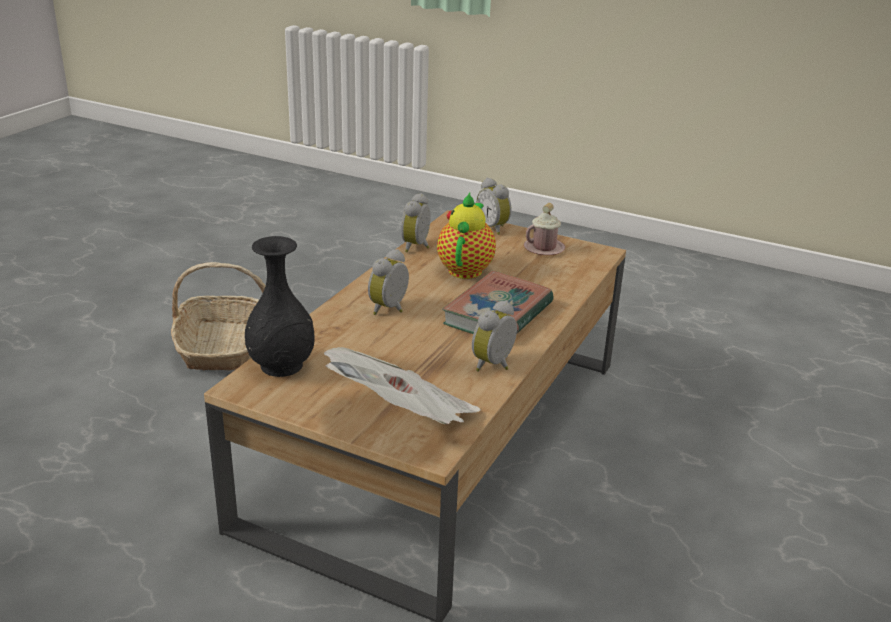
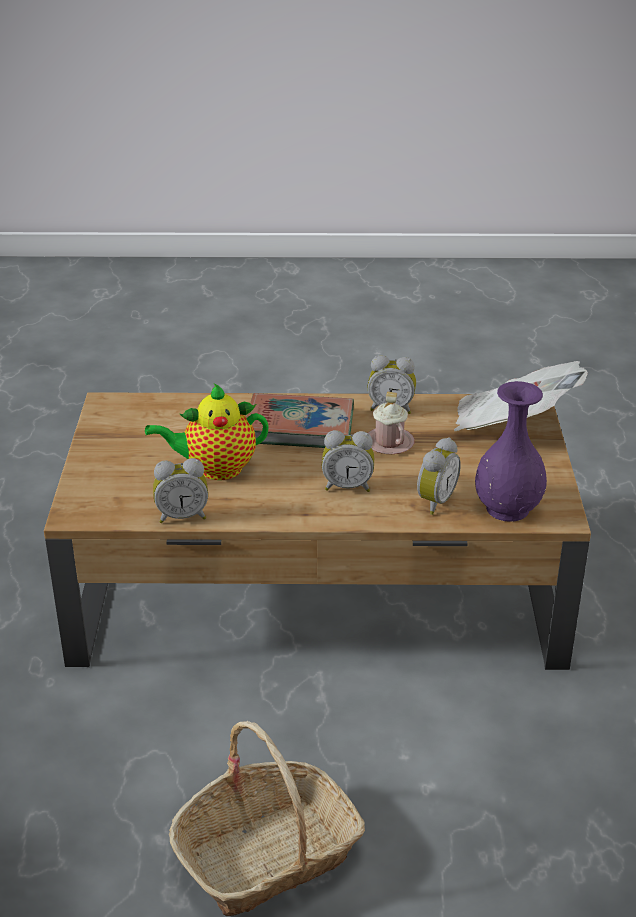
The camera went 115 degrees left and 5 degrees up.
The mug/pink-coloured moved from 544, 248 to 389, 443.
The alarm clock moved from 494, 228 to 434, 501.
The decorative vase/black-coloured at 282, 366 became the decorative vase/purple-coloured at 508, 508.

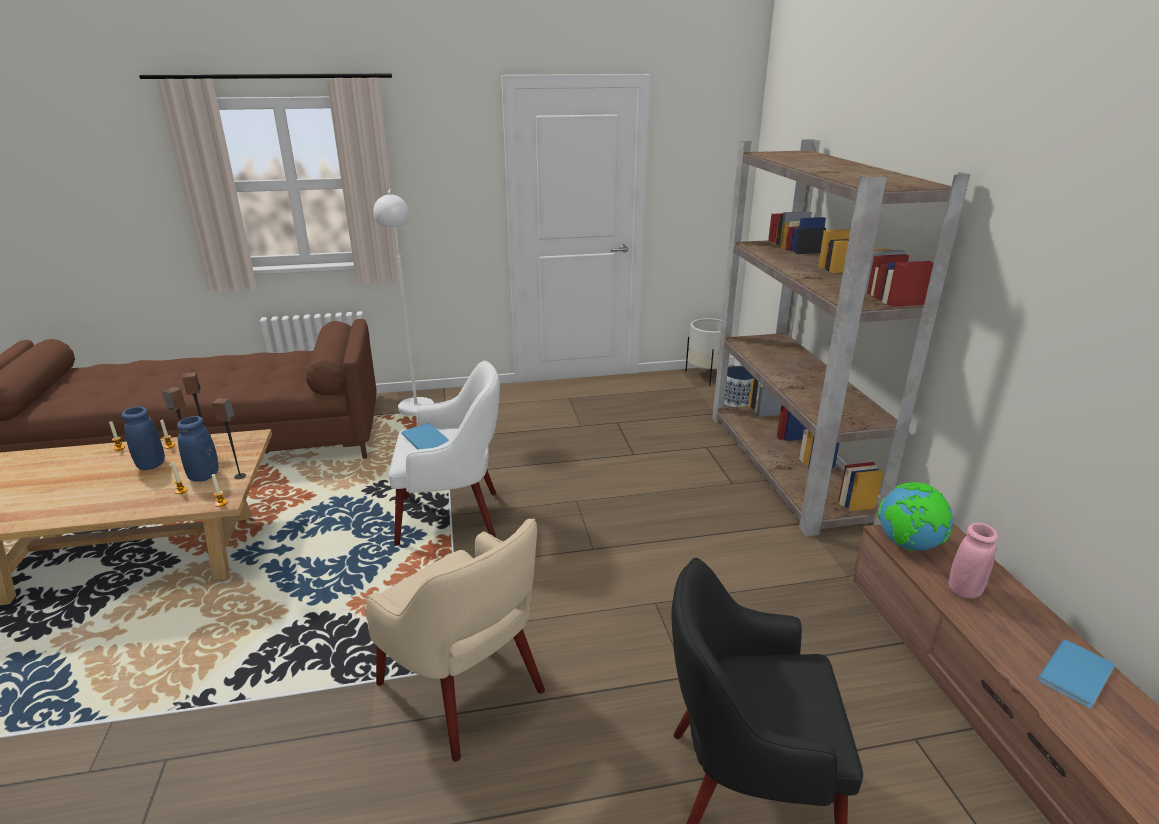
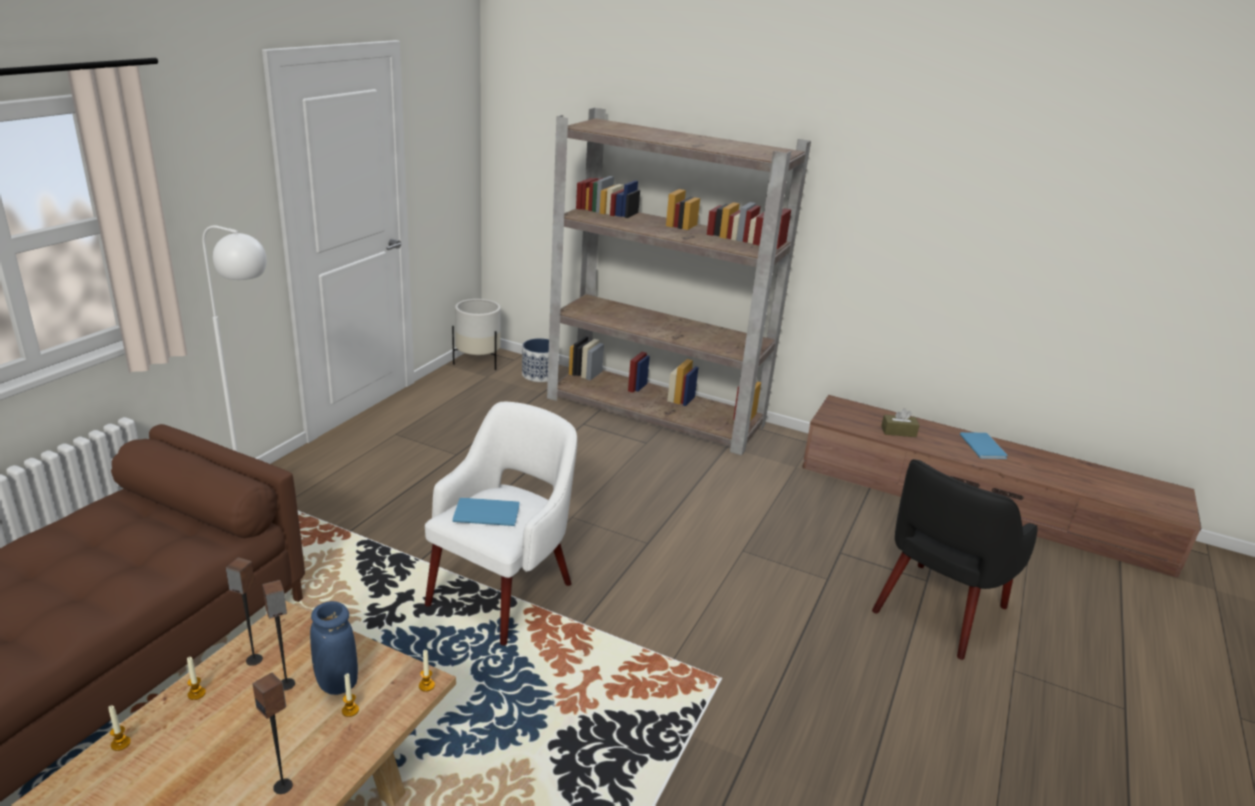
The camera went 55 degrees left and 0 degrees up.
The speaker moved from 240, 476 to 283, 786.
The decorative vase/pink-coloured at 964, 590 was replaced by the tissue holder/brown at 898, 432.
The decorative vase/blue-coloured at 151, 465 disappeared.
The easy chair/beige-coloured at 463, 689 disappeared.
The world globe at 908, 545 disappeared.

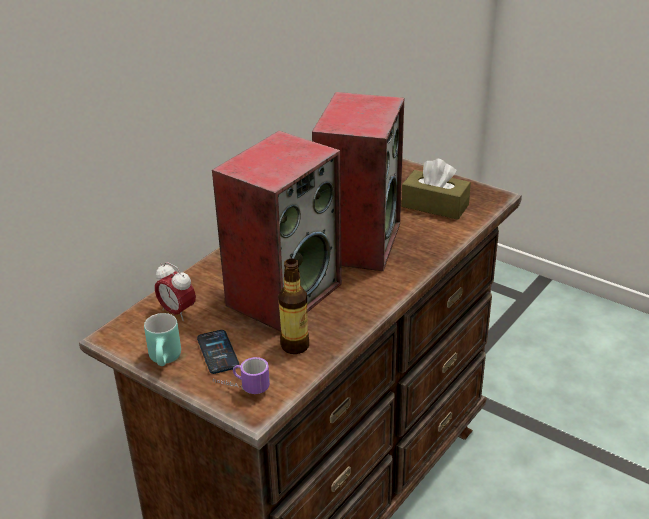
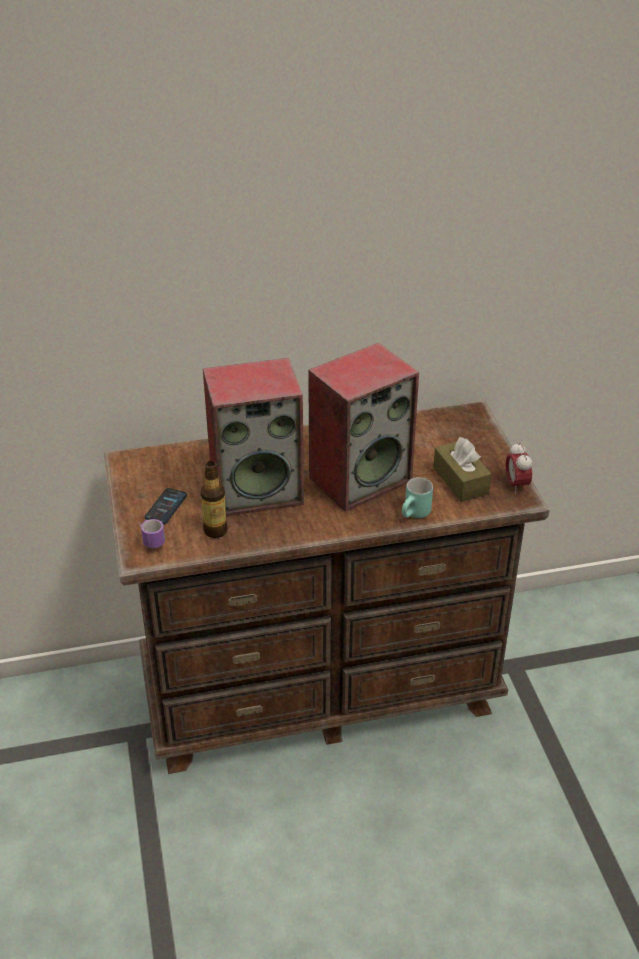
The camera went 40 degrees right and 5 degrees up.
The mug/turquoise moved from 167, 360 to 415, 515.
The alarm clock moved from 177, 312 to 516, 485.

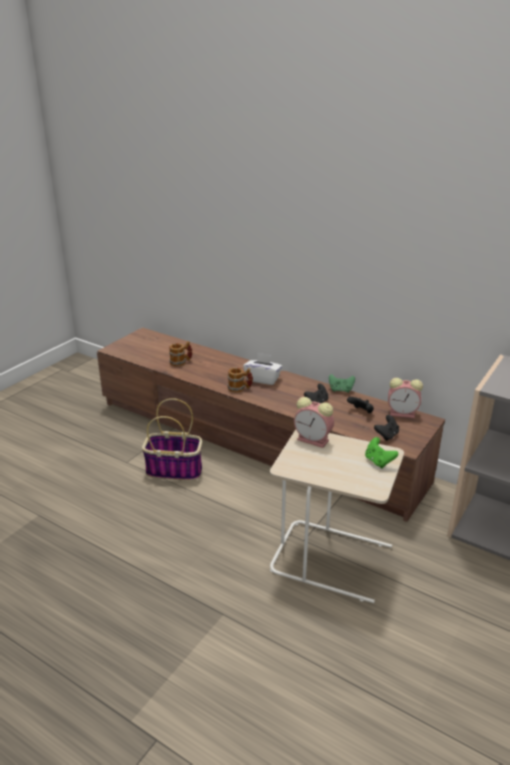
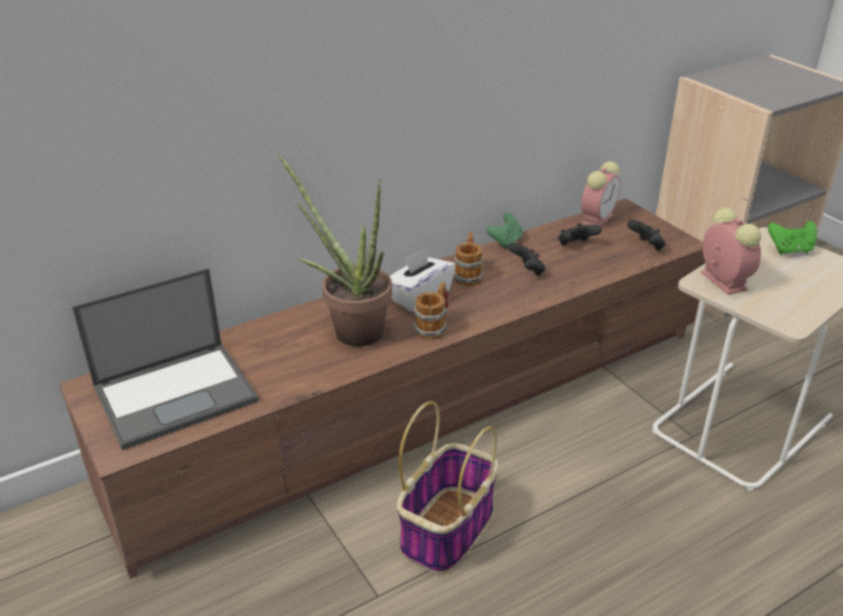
The camera went 65 degrees left and 5 degrees up.
The laptop at 177, 393 appeared.
The plant in a pot at 350, 329 appeared.
The mug moved from 181, 362 to 468, 275.
The alarm clock at 314, 440 turned 75 degrees counterclockwise.

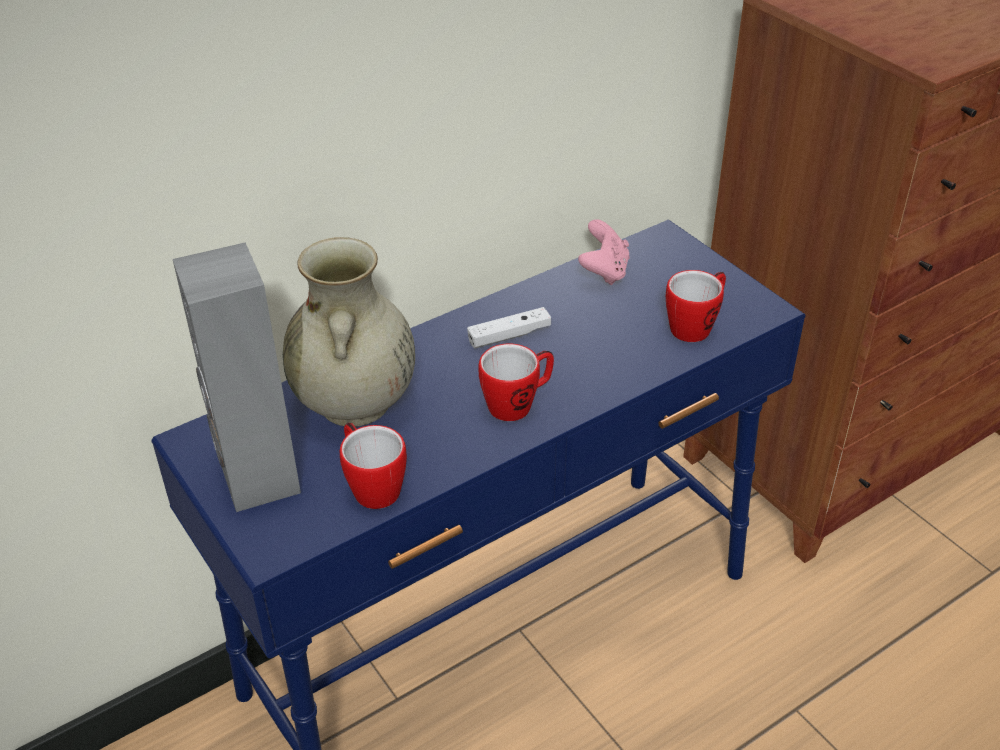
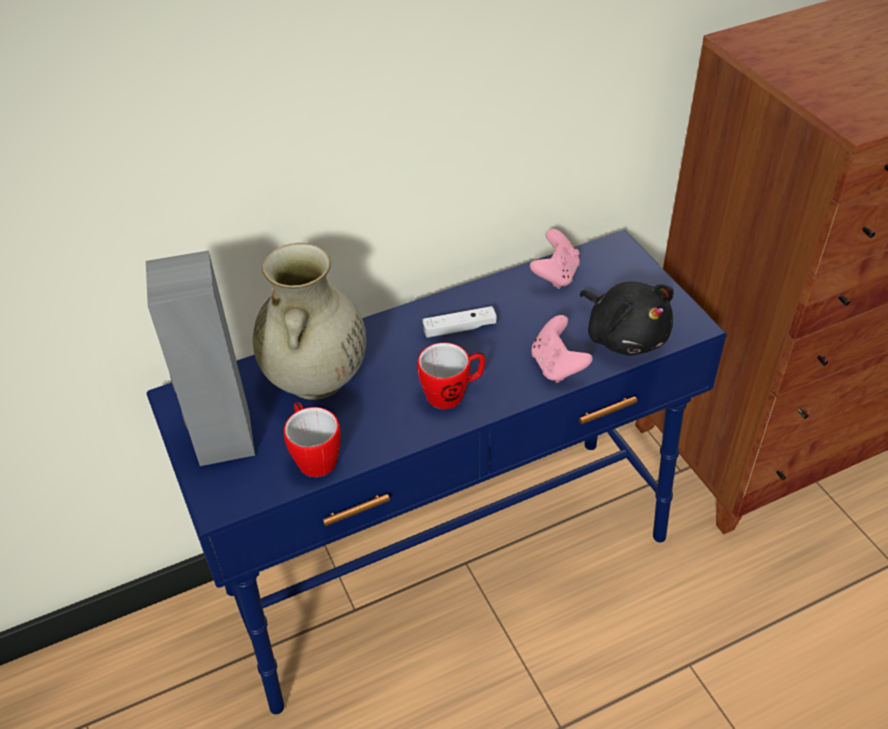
The camera went 10 degrees right and 5 degrees up.
The joypad/pink-coloured at 557, 366 appeared.
The mug at 696, 326 was replaced by the plush toy/black-coloured at 624, 335.

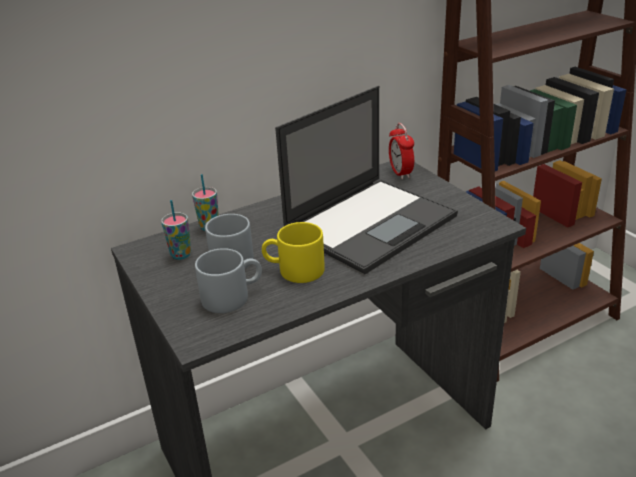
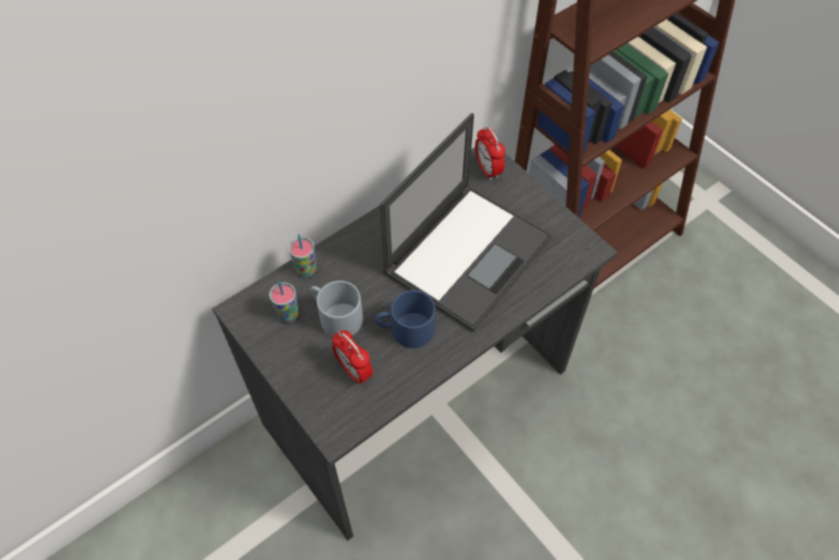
The camera went 10 degrees left and 25 degrees up.
The mug/gray at 232, 296 was replaced by the alarm clock at 354, 370.
The mug/yellow at 294, 270 became the mug/blue-coloured at 405, 330.

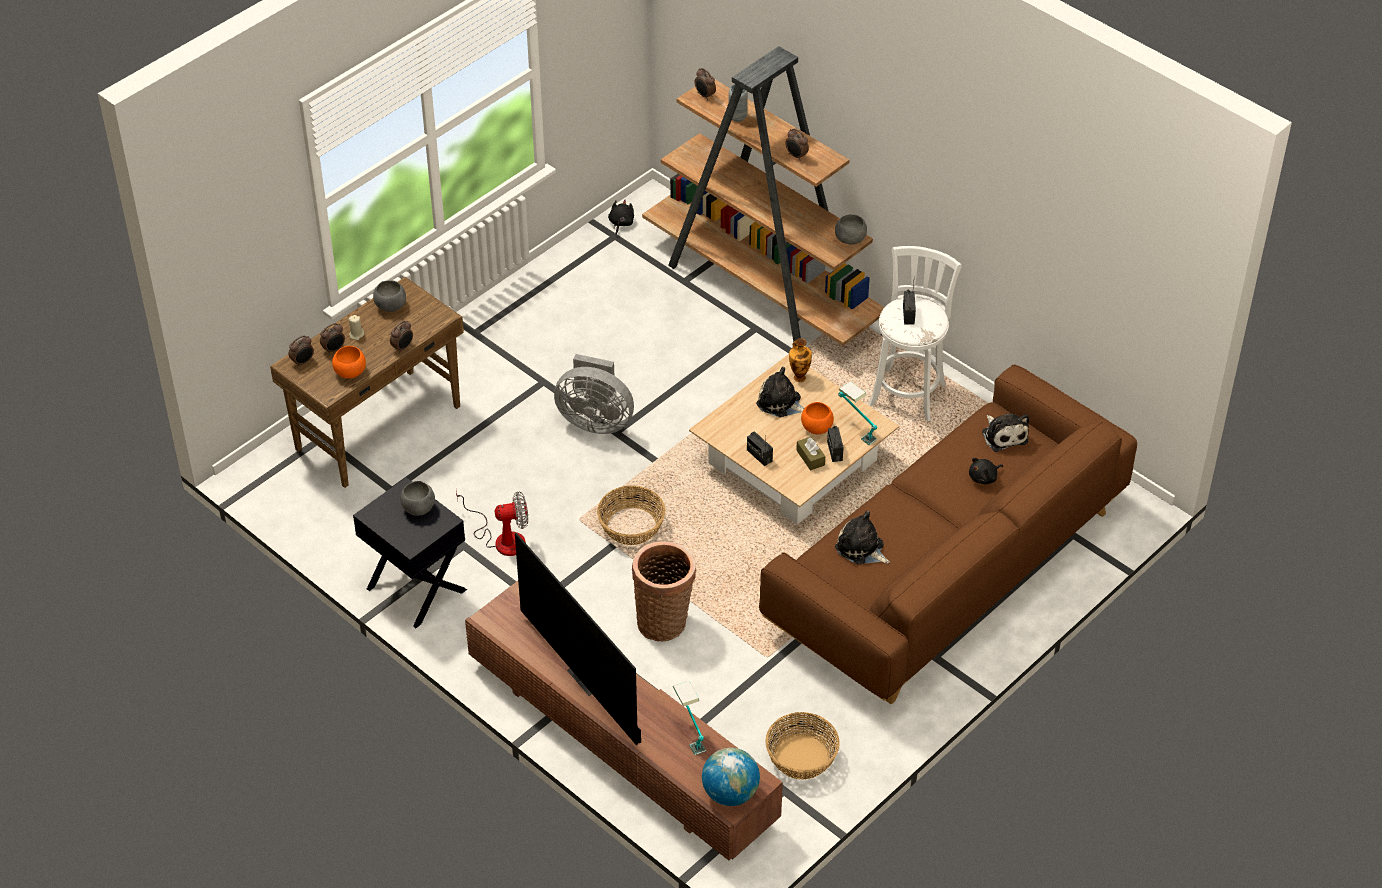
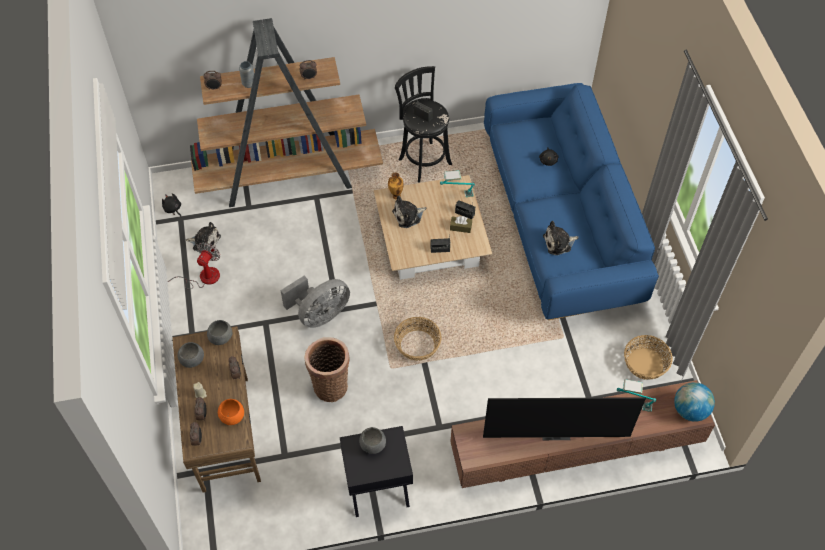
The camera went 55 degrees left and 10 degrees up.
The fan moved from 502, 538 to 202, 277.
The plush toy moved from 1003, 435 to 205, 242.
The bowl/gray moved from 850, 240 to 221, 338.
The storage basket moved from 664, 620 to 330, 384.
The stool/white at 908, 392 became the stool/black-coloured at 423, 160.
The couch/brown at 946, 568 became the couch/blue-coloured at 560, 220.
The bowl/orange-coloured at 817, 428 disappeared.

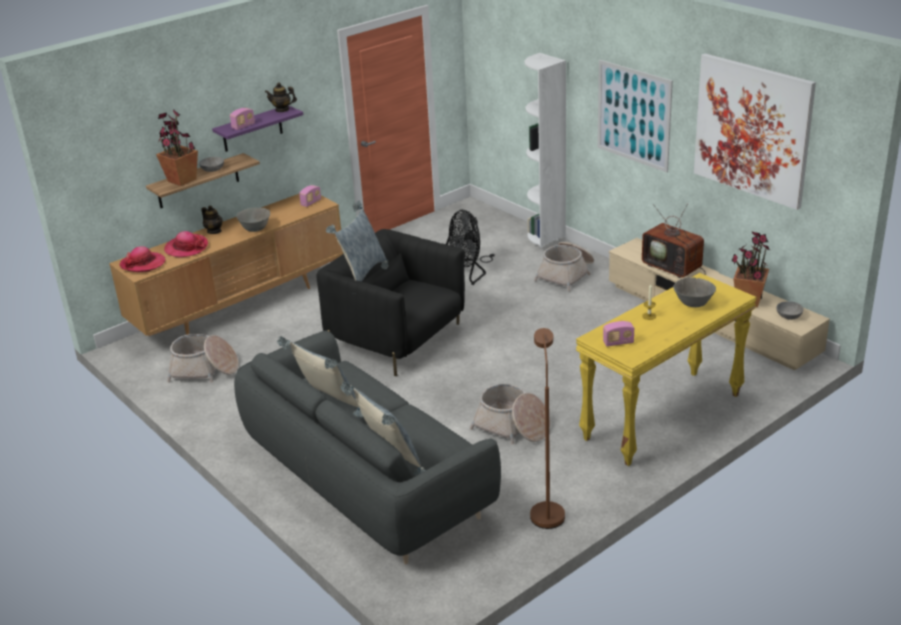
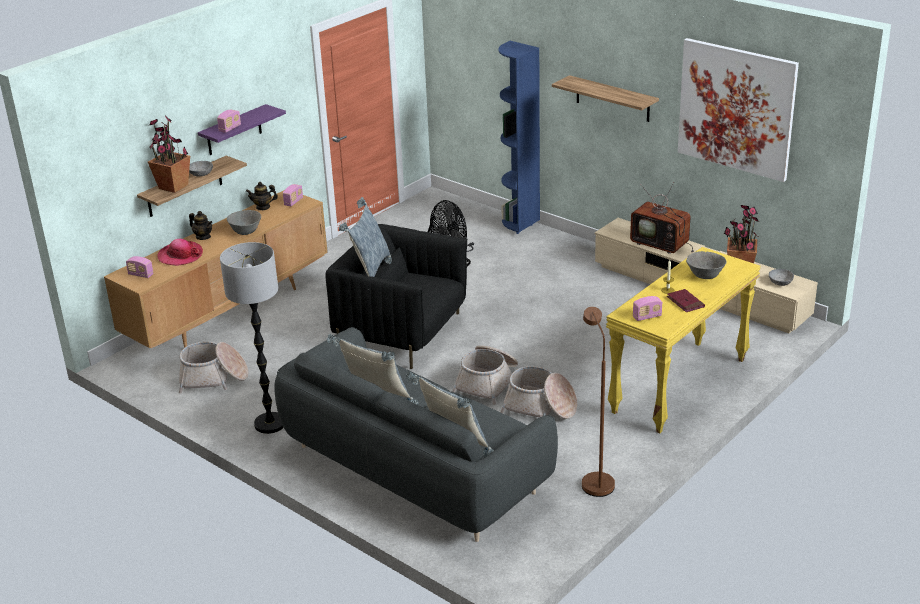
The camera went 10 degrees left and 0 degrees up.
The hat at 143, 264 was replaced by the radio receiver at 141, 275.
The standing lamp at 270, 424 appeared.
The tea pot moved from 282, 109 to 263, 207.
The storage basket moved from 566, 274 to 488, 382.
The shelving unit/white at 543, 240 became the shelving unit/blue-coloured at 517, 225.
The wall art at 633, 115 was replaced by the bracket shelf at 612, 99.
The volume/reddish at 685, 302 appeared.

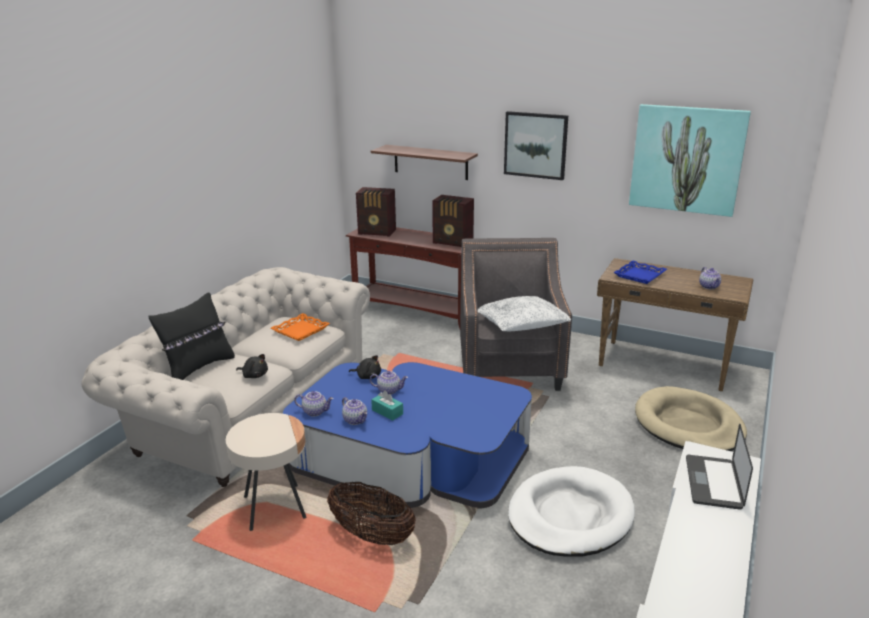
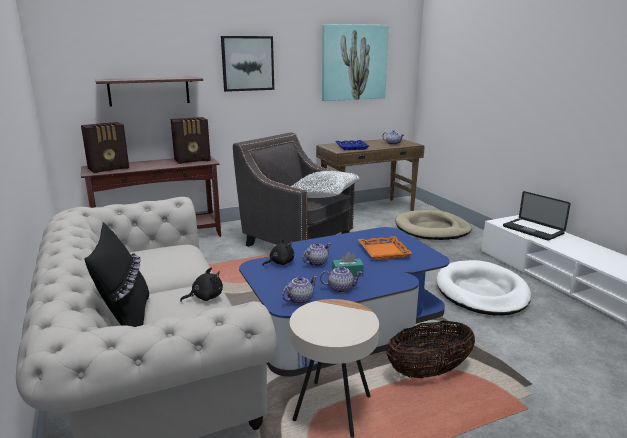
The camera went 50 degrees left and 5 degrees down.
The tray/orange-coloured moved from 301, 331 to 384, 251.

